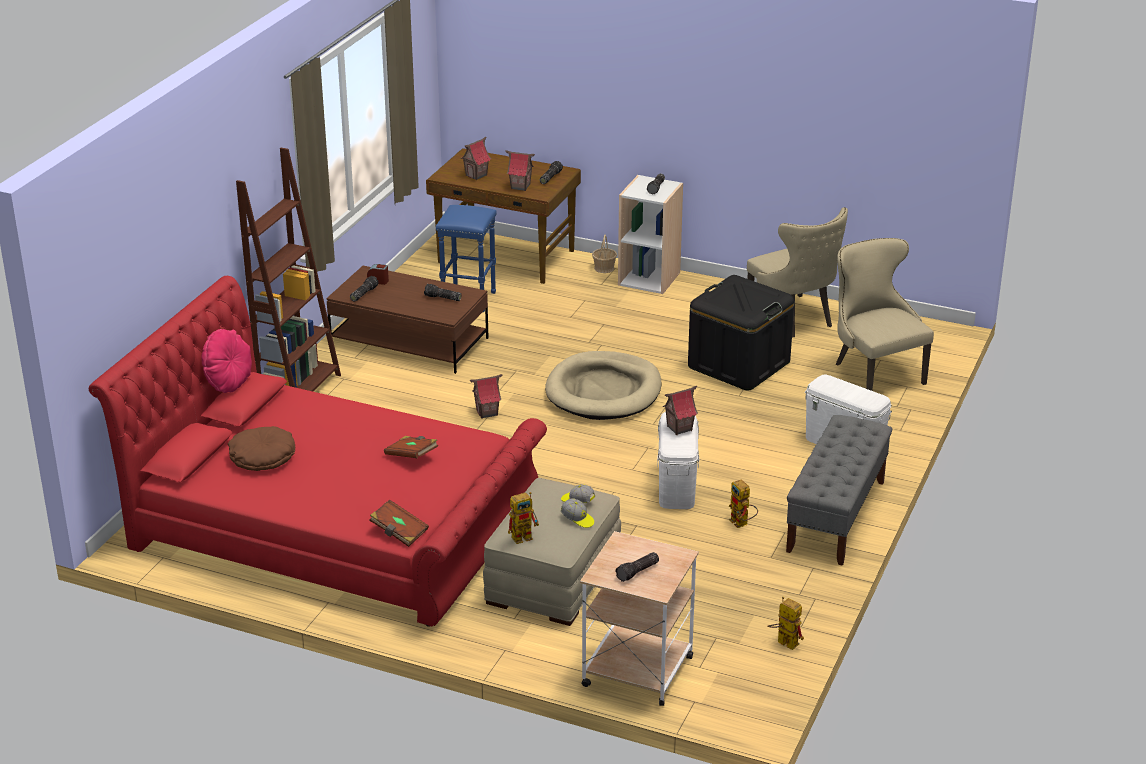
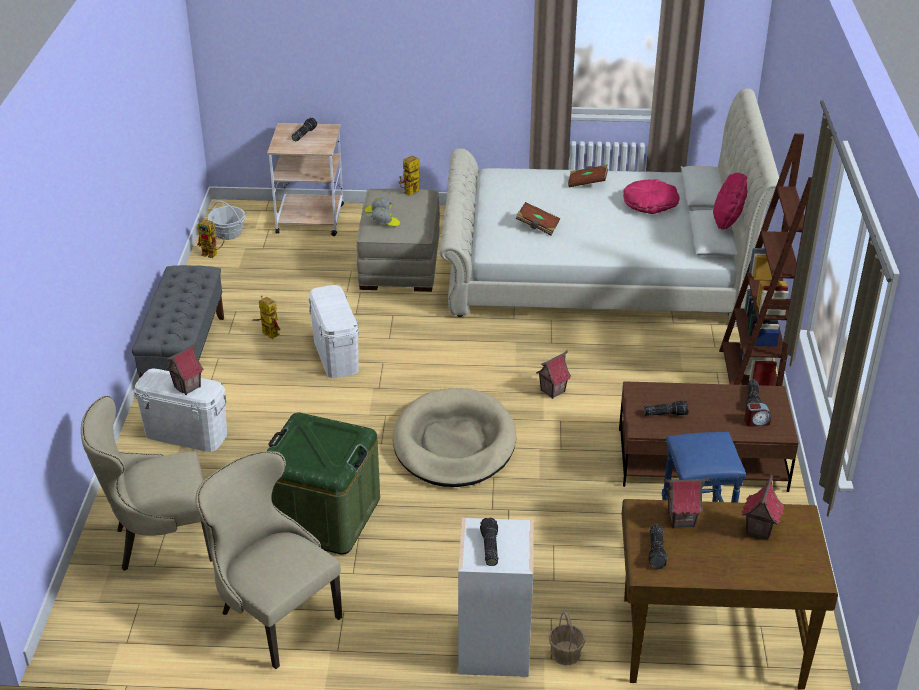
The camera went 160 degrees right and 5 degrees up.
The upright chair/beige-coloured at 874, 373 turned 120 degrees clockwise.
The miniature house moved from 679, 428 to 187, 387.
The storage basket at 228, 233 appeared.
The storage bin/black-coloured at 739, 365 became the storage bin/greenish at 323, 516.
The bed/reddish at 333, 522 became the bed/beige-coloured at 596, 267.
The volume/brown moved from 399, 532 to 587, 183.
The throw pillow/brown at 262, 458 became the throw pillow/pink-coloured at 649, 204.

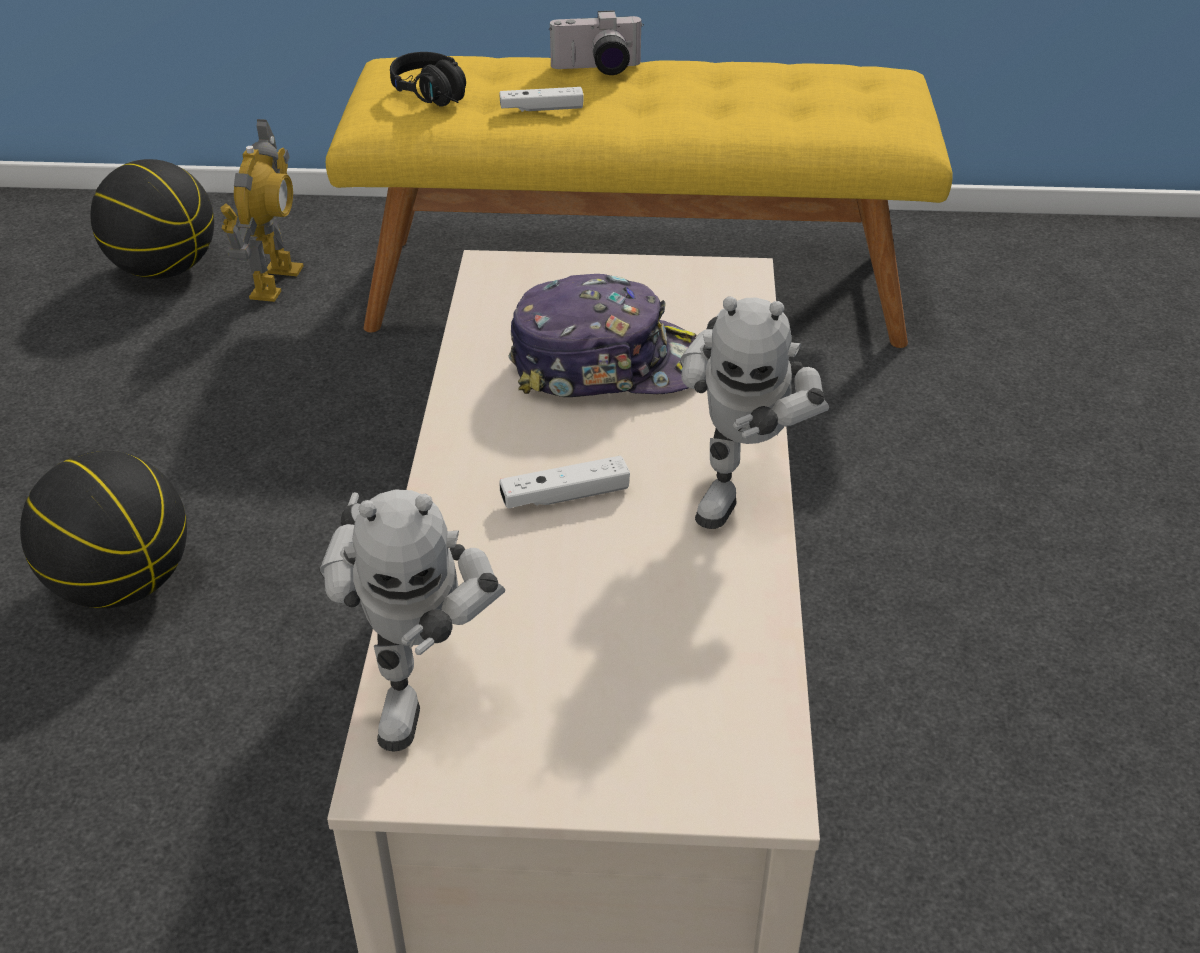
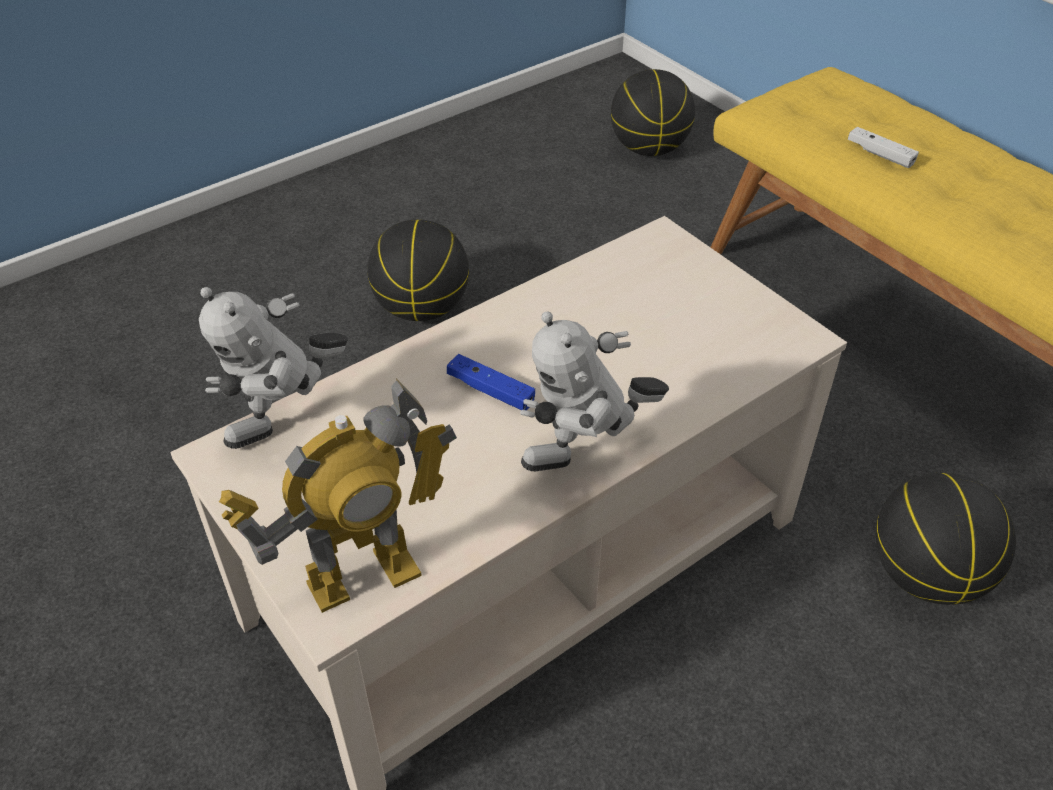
The camera went 50 degrees right and 5 degrees up.
The model robot moved from 274, 281 to 363, 576.
The joypad/white at 565, 496 became the joypad/blue-coloured at 490, 390.
The basketball ball at 926, 575 appeared.
The pair of headphones/black-coloured at 437, 97 disappeared.
The peaked cap at 606, 365 disappeared.
The photo camera at 597, 69 disappeared.

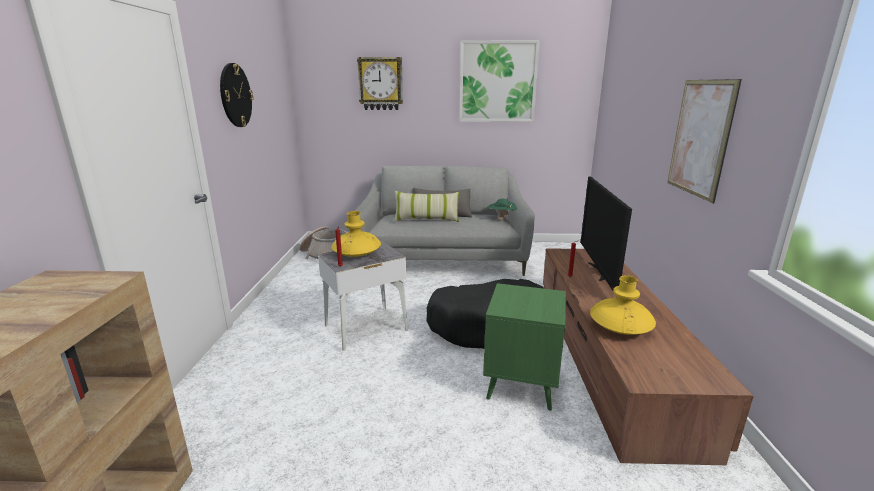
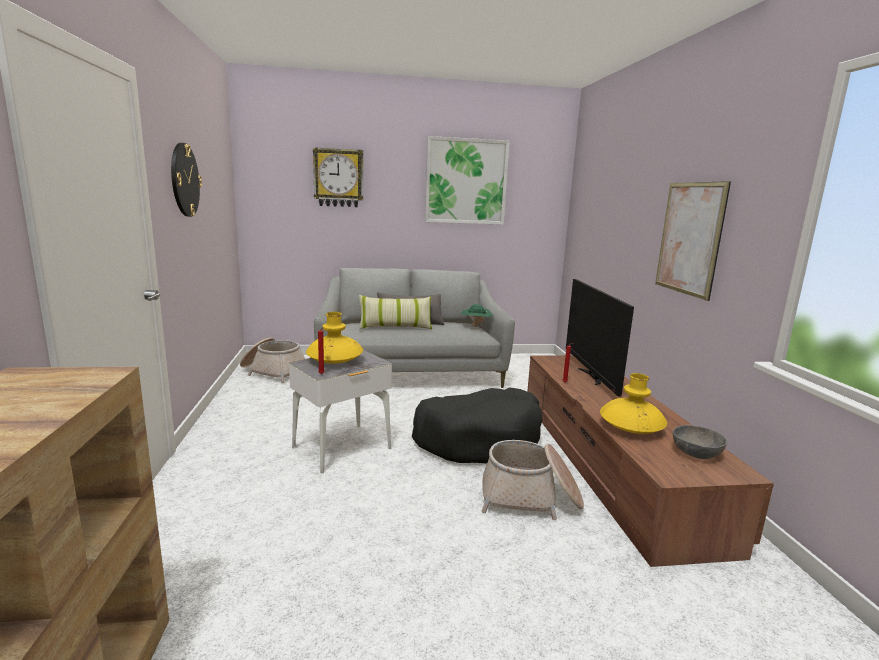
The camera went 10 degrees left and 5 degrees down.
The side table/greenish at 521, 385 was replaced by the storage basket at 530, 497.
The bowl/gray at 696, 453 appeared.

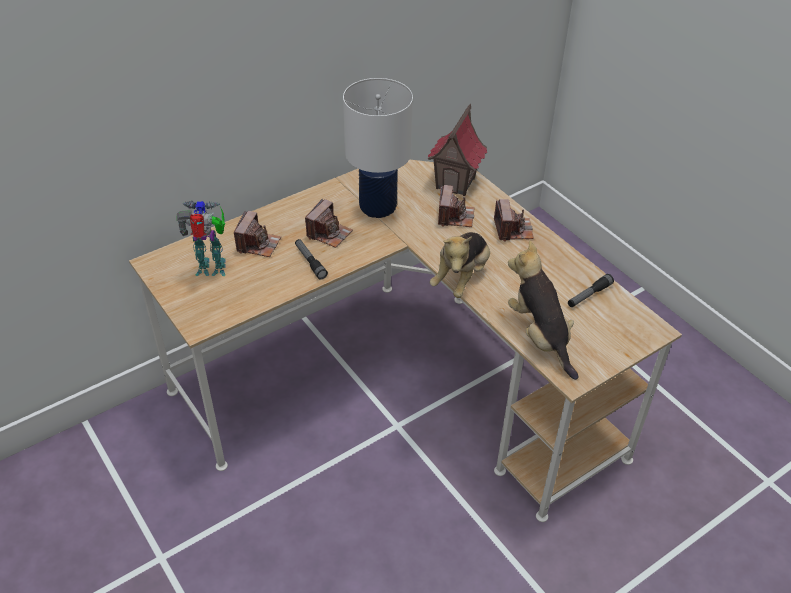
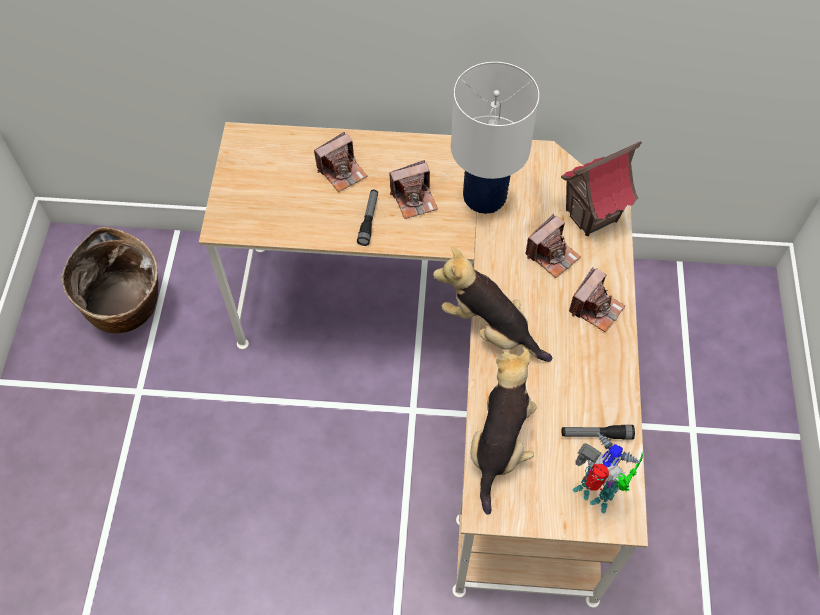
The camera went 40 degrees right and 15 degrees up.
The storage basket at 127, 309 appeared.
The plush toy at 461, 277 turned 60 degrees clockwise.
The model robot moved from 213, 270 to 595, 495.

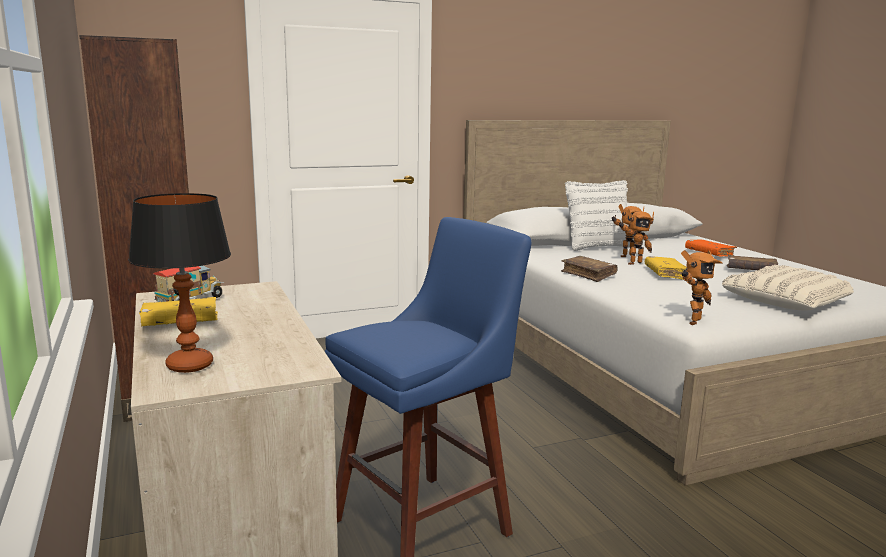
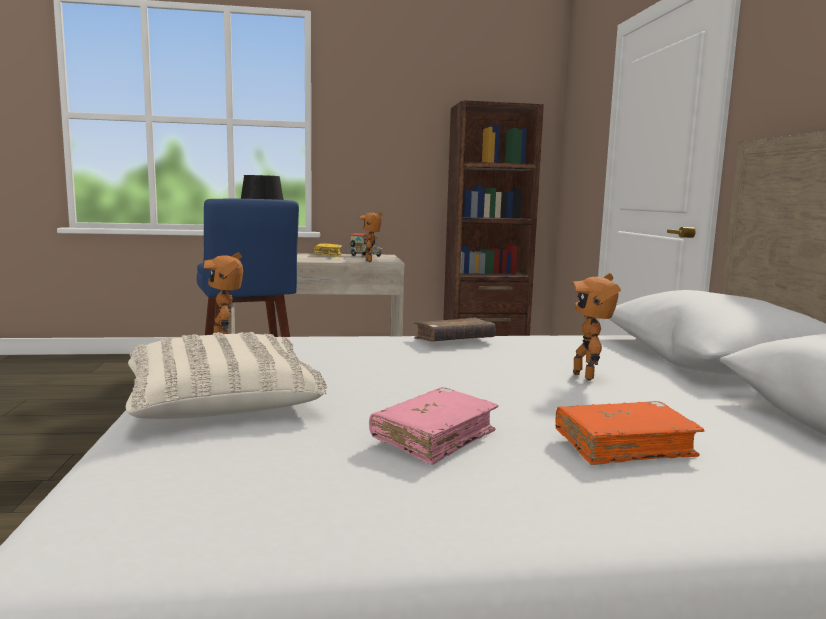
The camera went 105 degrees right and 5 degrees down.
The model robot moved from 633, 263 to 371, 261.
The volume/brown at 750, 271 became the volume/pink-coloured at 434, 437.
The throw pillow/white at 597, 247 disappeared.
The volume/yellow at 665, 274 disappeared.

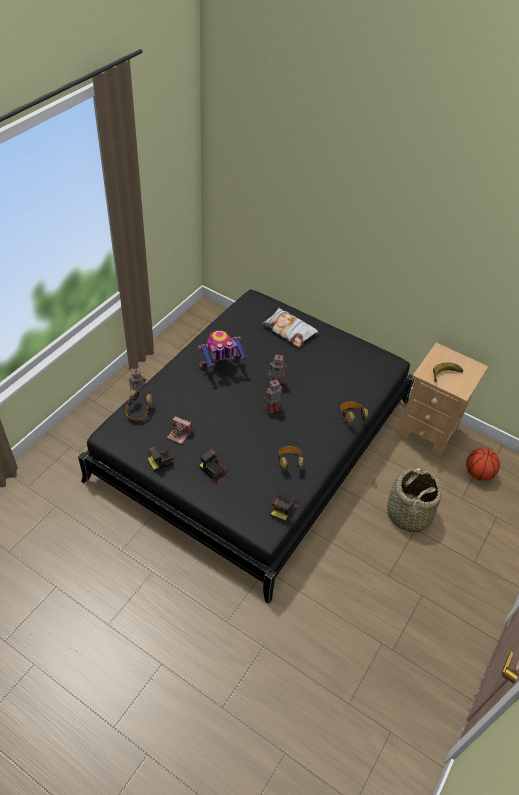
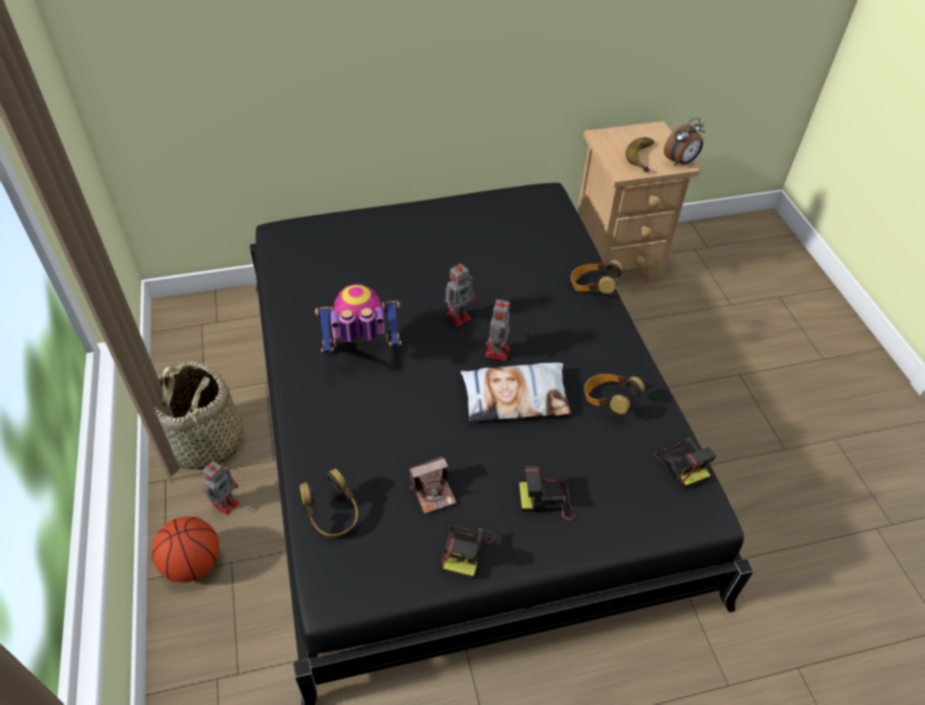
The camera went 45 degrees left and 0 degrees up.
The basketball ball moved from 478, 473 to 193, 563.
The storage basket moved from 408, 514 to 204, 442.
The model robot at 220, 367 turned 60 degrees clockwise.
The throw pillow moved from 289, 330 to 515, 396.
The alarm clock at 681, 162 appeared.

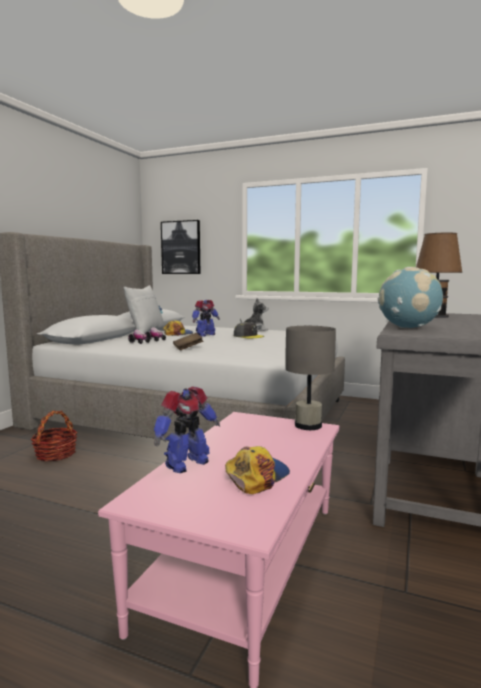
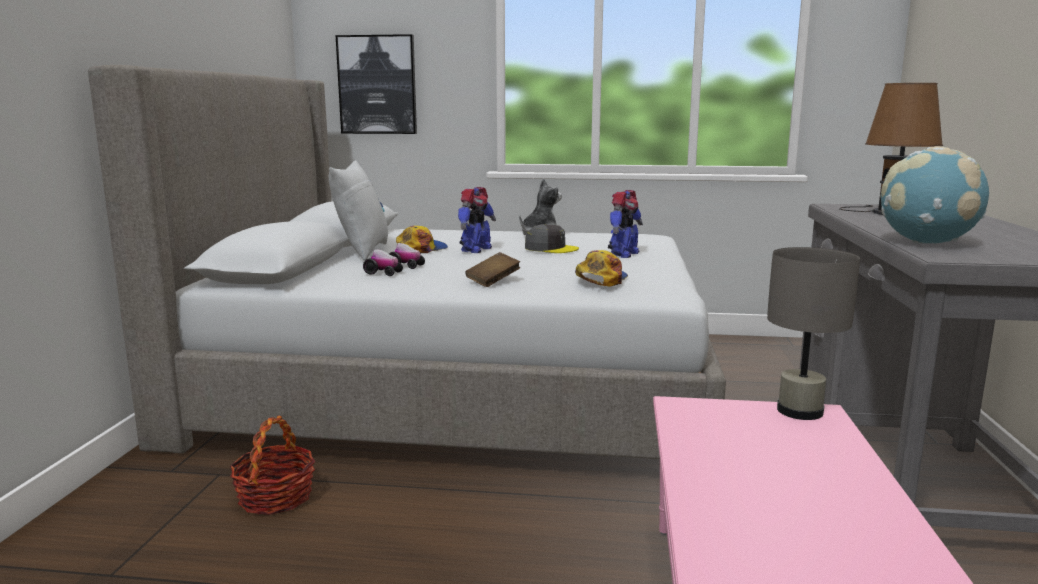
The camera went 15 degrees left and 5 degrees up.
The peaked cap moved from 257, 476 to 601, 279.
The model robot moved from 186, 464 to 623, 254.

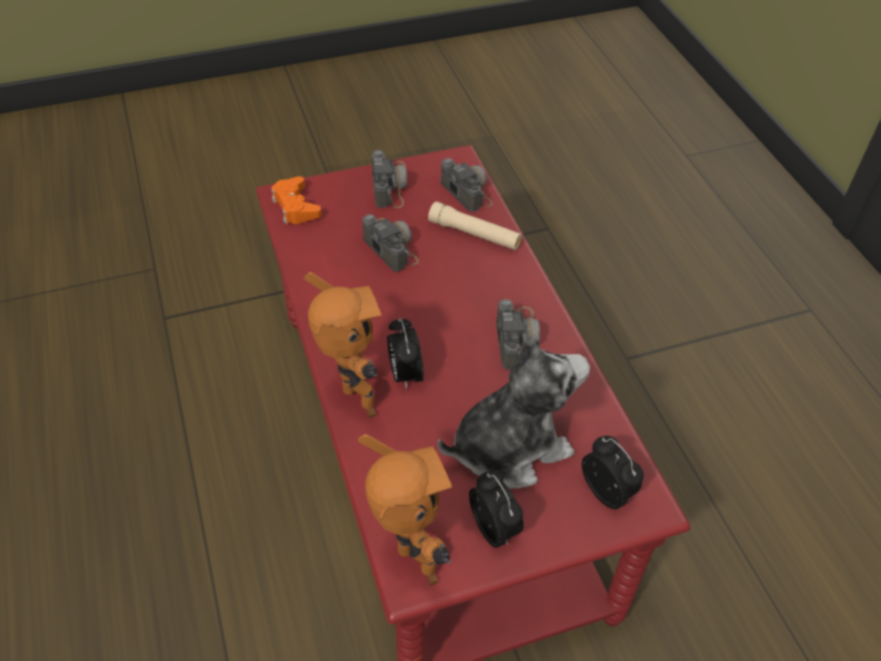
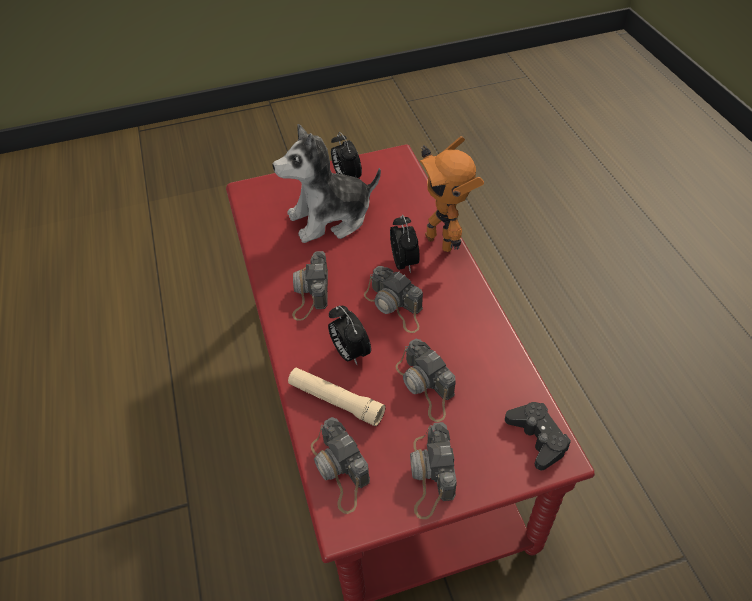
The camera went 175 degrees left and 0 degrees up.
The alarm clock moved from 607, 493 to 350, 352.
The photo camera at 395, 306 appeared.
The joypad/orange-coloured at 295, 206 became the joypad/black-coloured at 537, 438.
The model robot at 411, 570 disappeared.

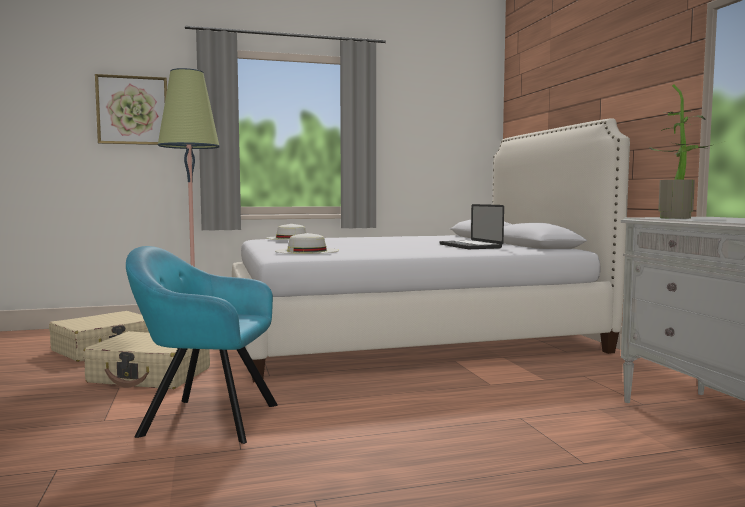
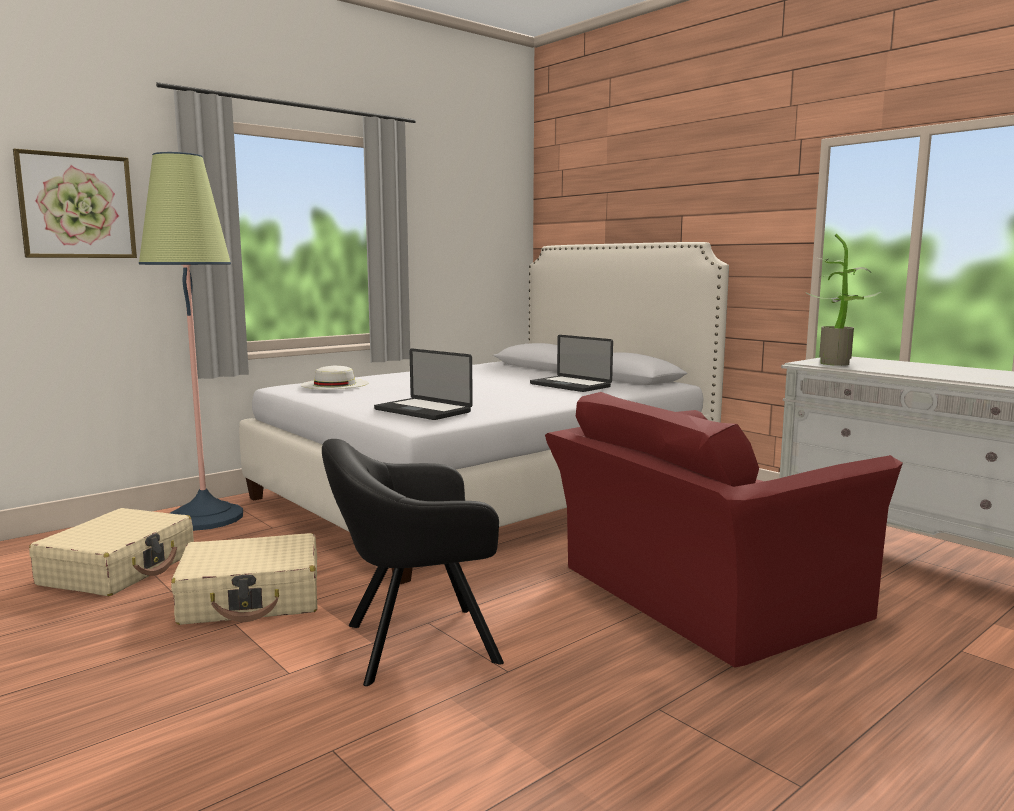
The camera went 25 degrees left and 5 degrees up.
The easy chair/turquoise at 204, 419 became the easy chair/black-coloured at 414, 644.
The hat/white at 307, 251 was replaced by the laptop at 422, 411.
The easy chair/reddish at 698, 595 appeared.

